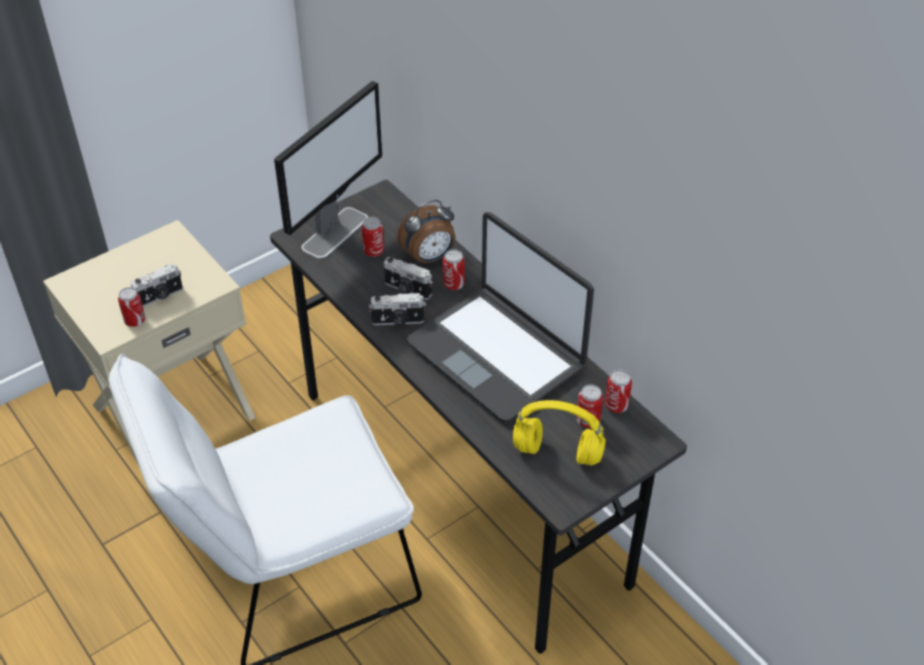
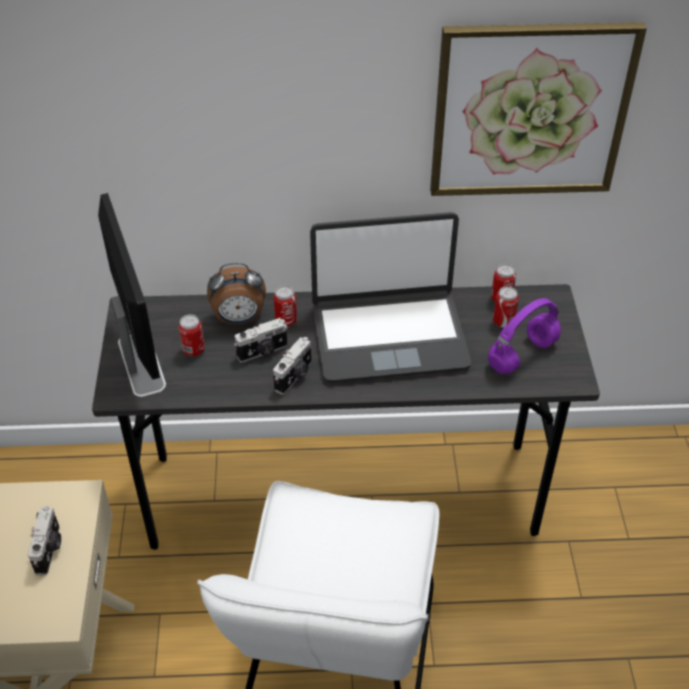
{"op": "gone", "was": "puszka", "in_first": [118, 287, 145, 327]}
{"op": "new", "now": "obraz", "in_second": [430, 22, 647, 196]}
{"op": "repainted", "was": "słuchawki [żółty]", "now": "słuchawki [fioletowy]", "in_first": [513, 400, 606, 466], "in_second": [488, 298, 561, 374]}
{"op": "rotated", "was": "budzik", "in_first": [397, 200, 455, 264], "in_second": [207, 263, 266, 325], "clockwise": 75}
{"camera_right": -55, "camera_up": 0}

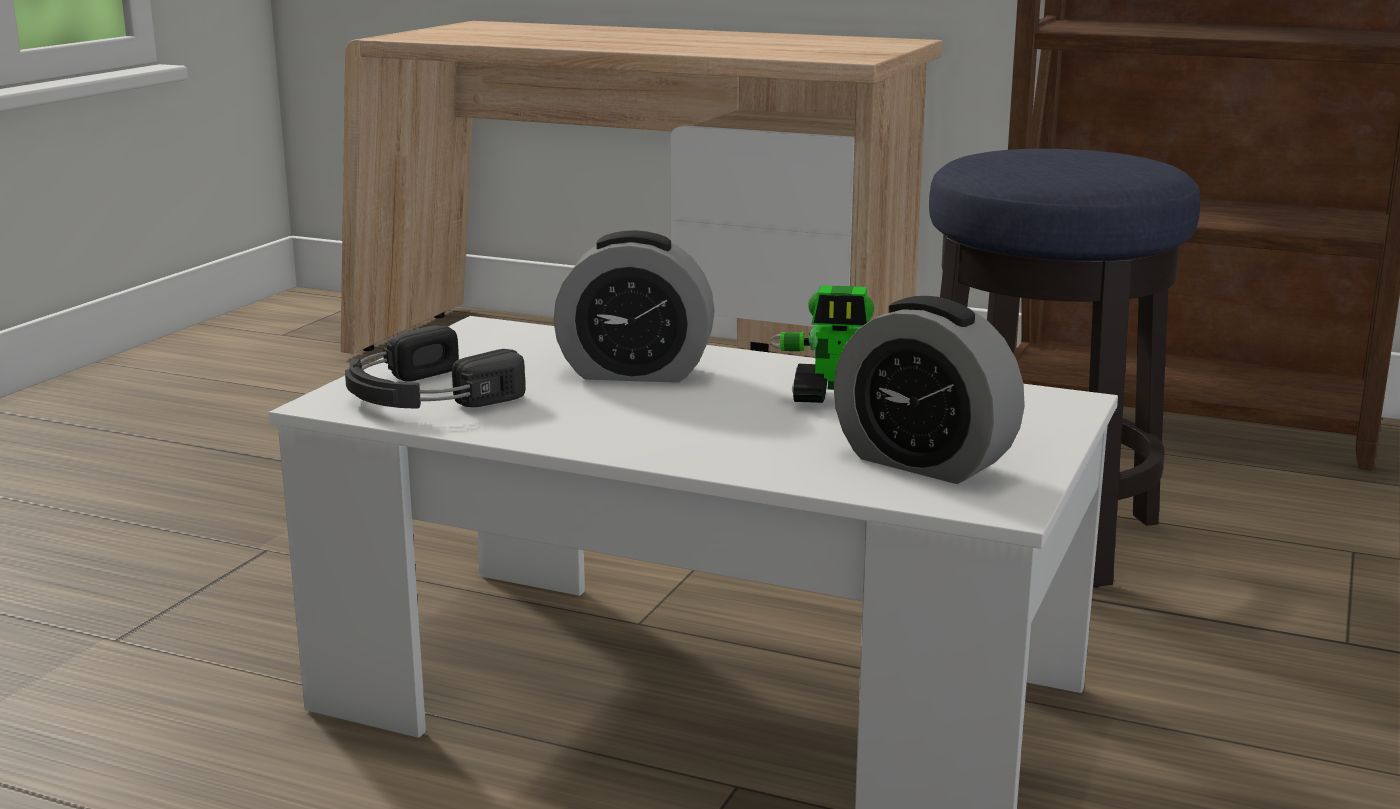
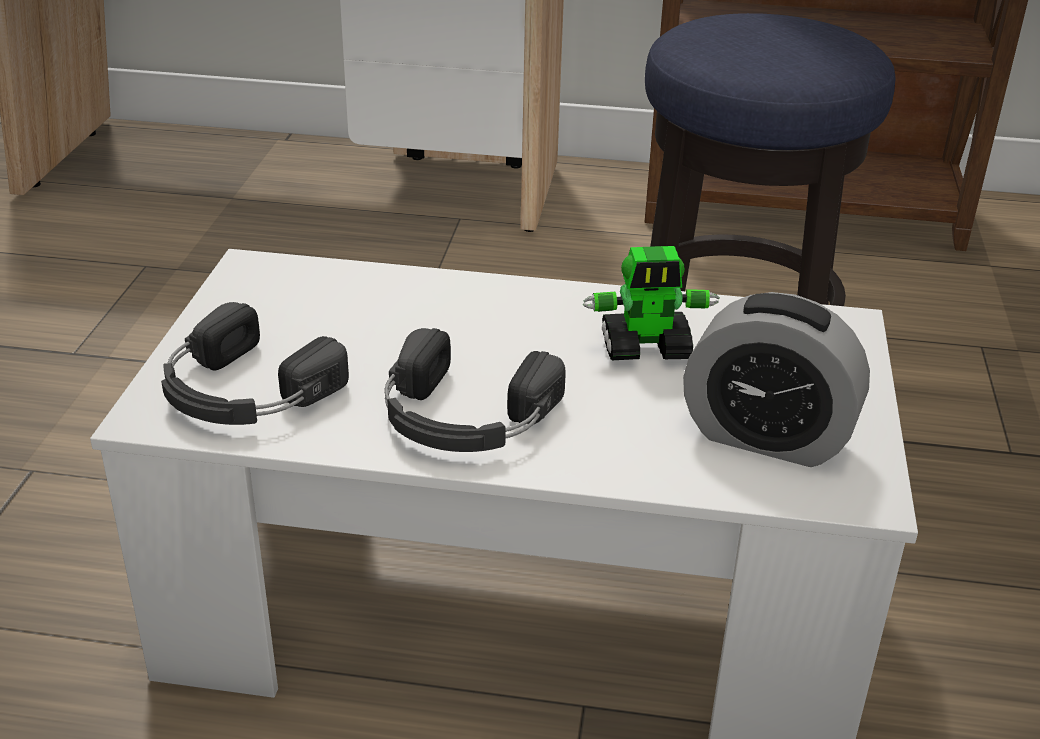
{"op": "gone", "was": "budzik", "in_first": [553, 230, 715, 383]}
{"op": "new", "now": "słuchawki [czarny]", "in_second": [385, 328, 566, 452]}
{"camera_right": -15, "camera_up": 15}

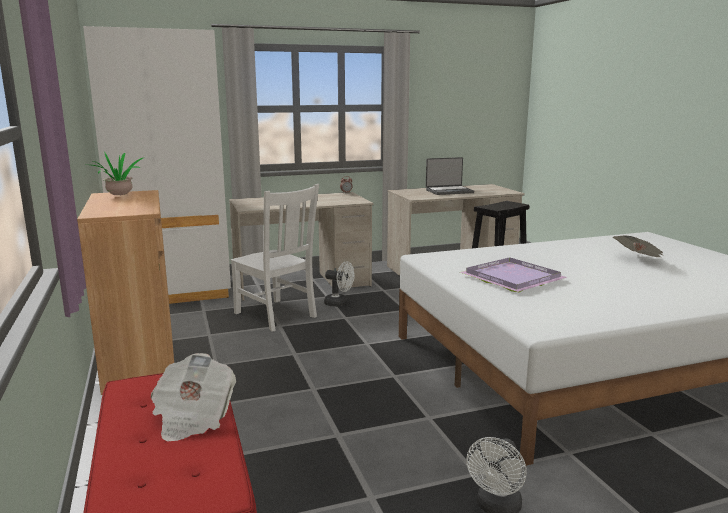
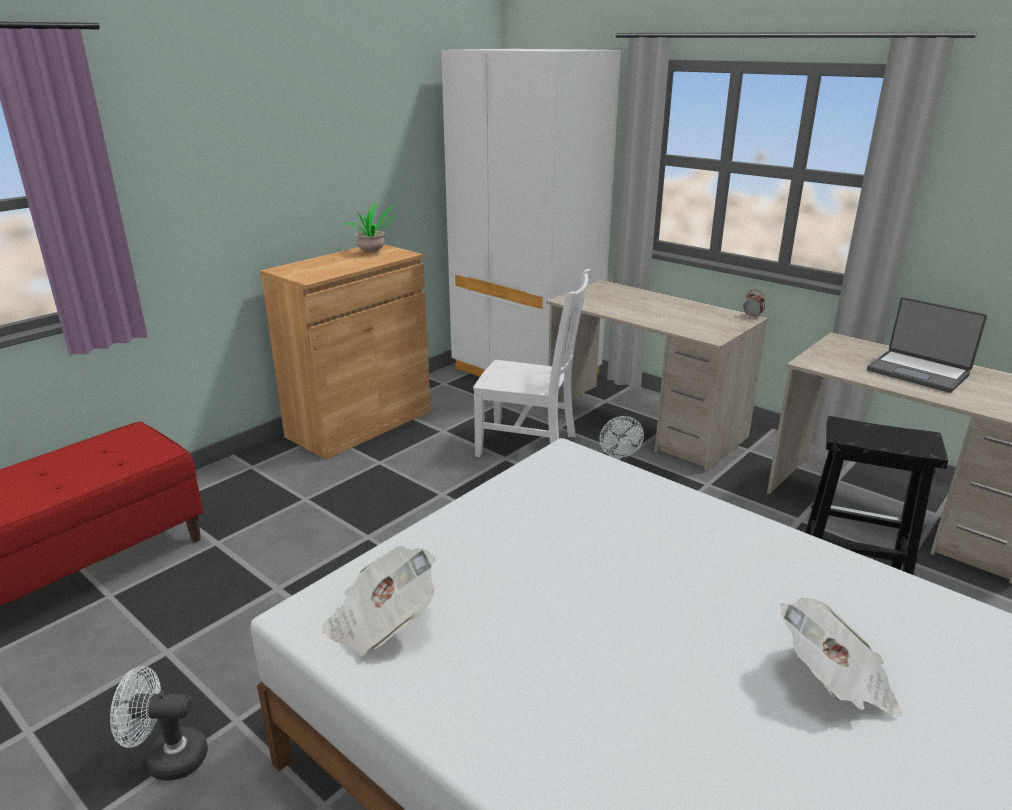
{"op": "gone", "was": "taca [fioletowy]", "in_first": [460, 257, 567, 292]}
{"op": "shifted", "was": "gazeta", "in_first": [151, 353, 236, 441], "in_second": [323, 546, 435, 657]}
{"op": "rotated", "was": "krzesło [biały]", "in_first": [231, 184, 319, 332], "in_second": [473, 269, 590, 457], "clockwise": -90}
{"camera_right": 60, "camera_up": 10}

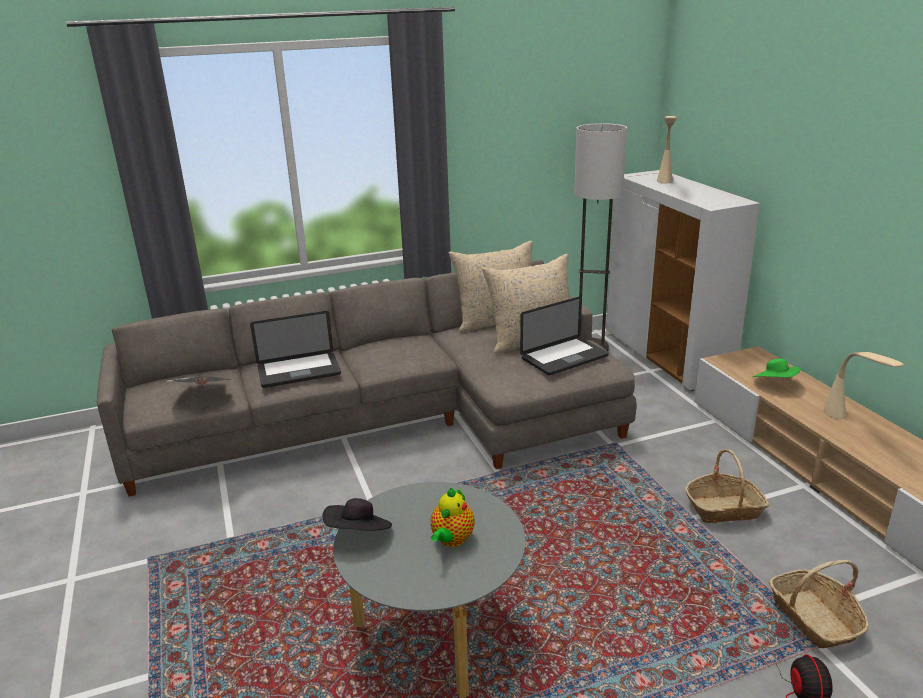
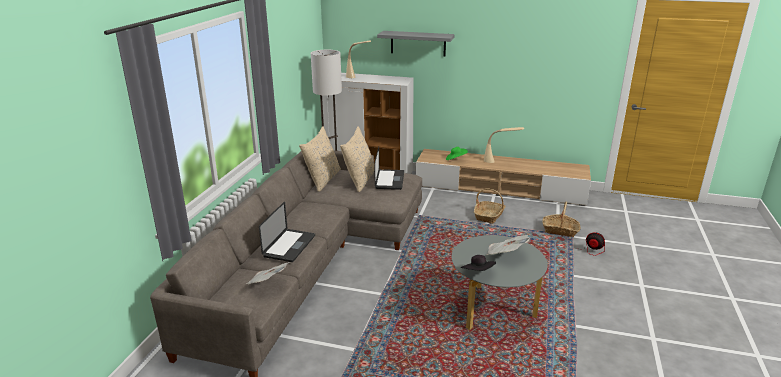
{"op": "new", "now": "półka [szary]", "in_second": [377, 31, 455, 56]}
{"op": "swapped", "was": "imbryk", "now": "gazeta", "in_first": [431, 488, 475, 547], "in_second": [486, 235, 530, 255]}
{"camera_right": -55, "camera_up": 0}

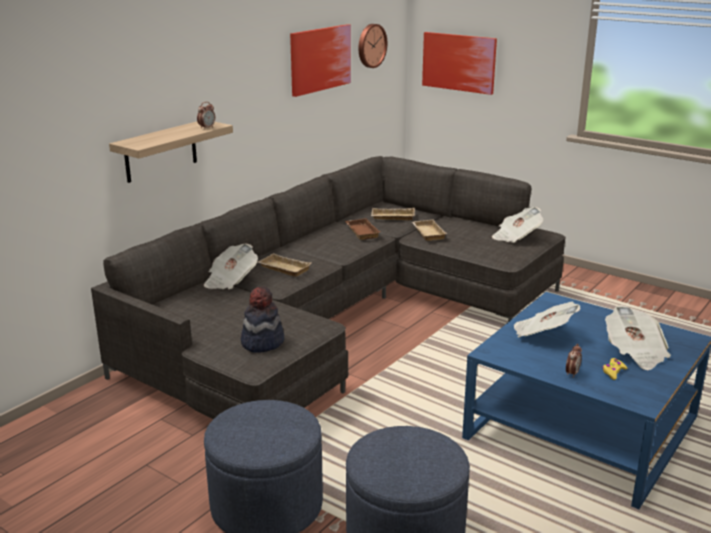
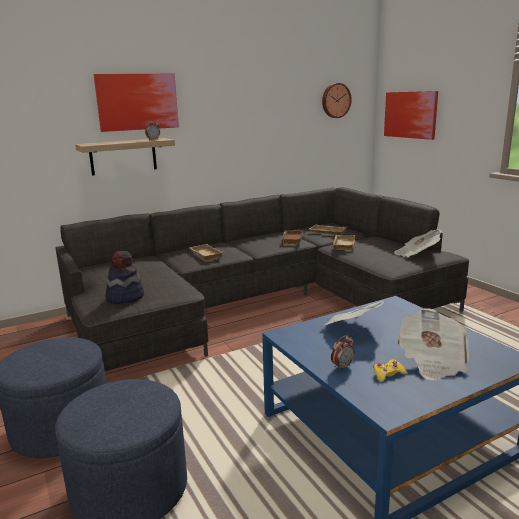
{"op": "gone", "was": "gazeta", "in_first": [204, 244, 258, 289]}
{"op": "shifted", "was": "obraz", "in_first": [290, 24, 351, 97], "in_second": [94, 73, 179, 132]}
{"camera_right": 25, "camera_up": -5}

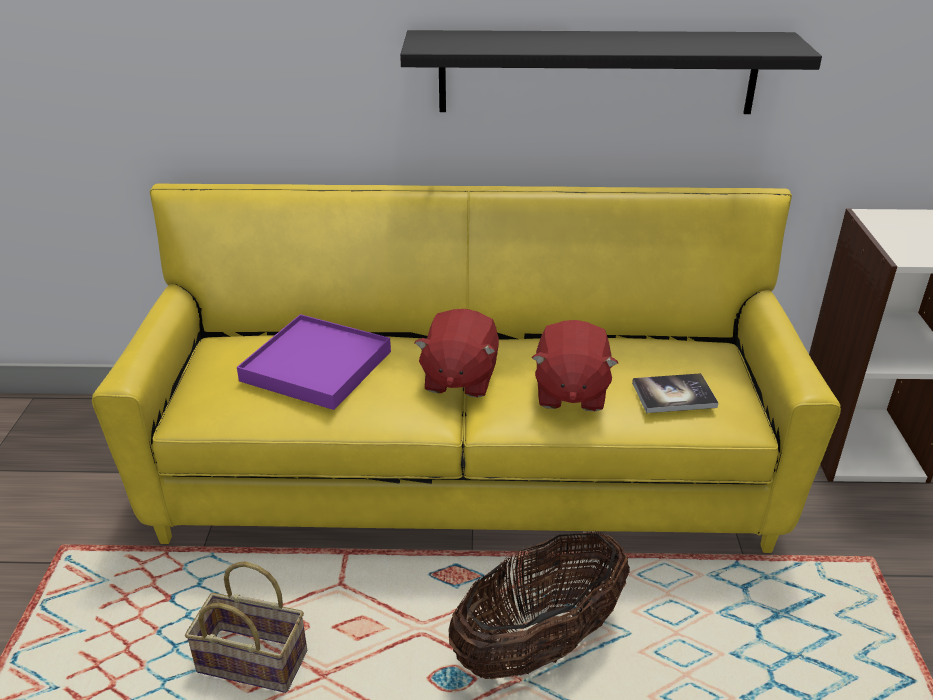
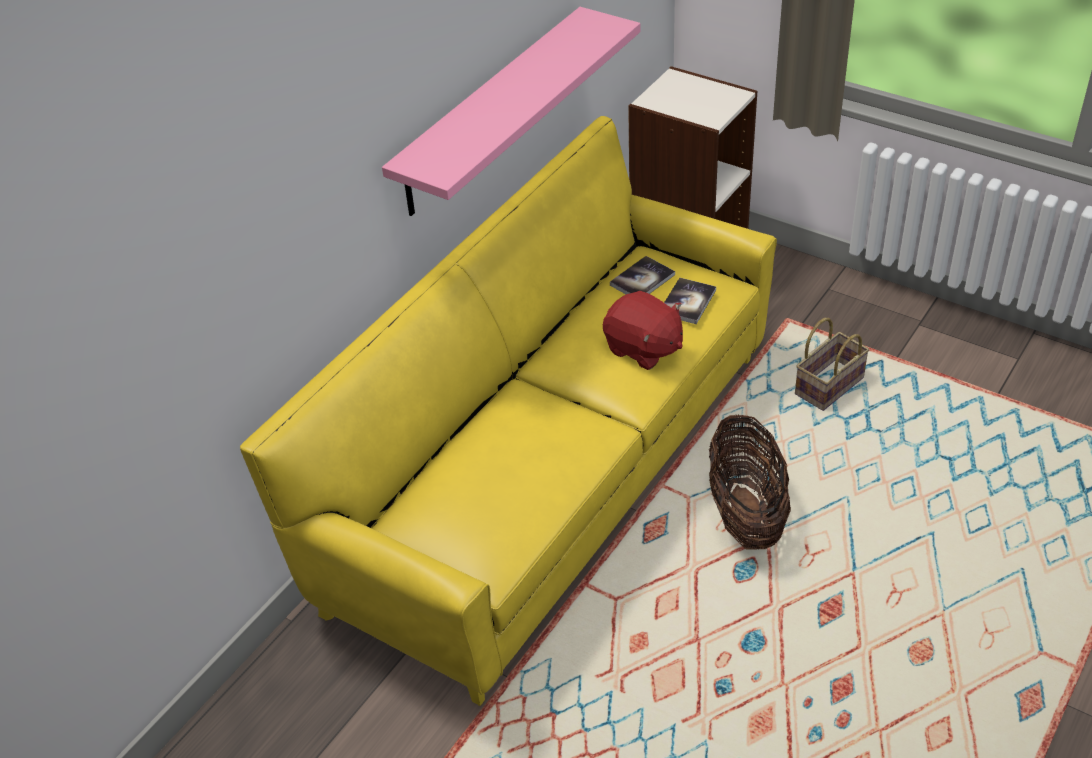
{"op": "gone", "was": "taca [fioletowy]", "in_first": [237, 314, 391, 410]}
{"op": "gone", "was": "pluszak [czerwony]", "in_first": [415, 309, 499, 398]}
{"op": "new", "now": "książka", "in_second": [610, 256, 675, 294]}
{"op": "shifted", "was": "koszyk", "in_first": [185, 562, 307, 693], "in_second": [795, 318, 869, 411]}
{"op": "repainted", "was": "półka [czarny]", "now": "półka [różowy]", "in_first": [400, 30, 822, 114], "in_second": [382, 7, 640, 216]}
{"camera_right": -55, "camera_up": 10}

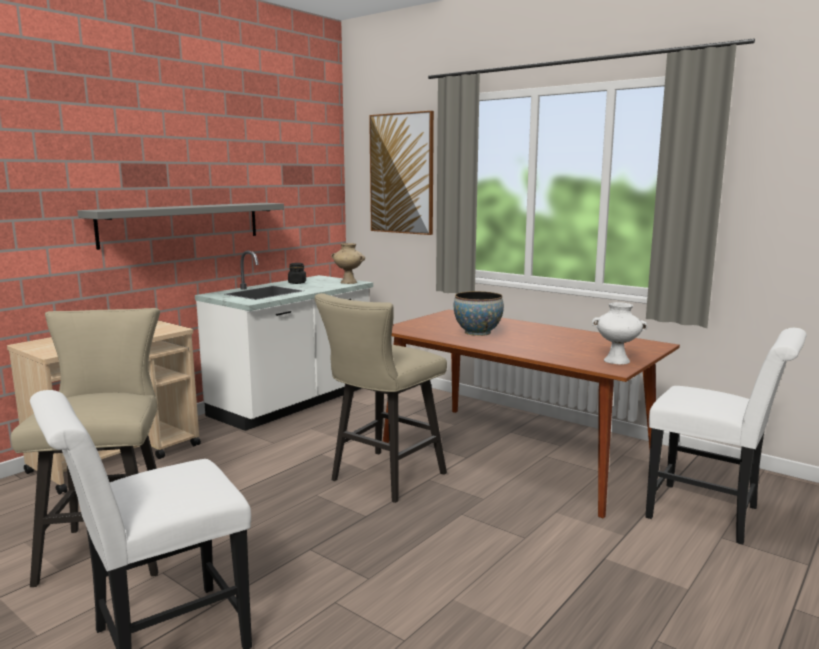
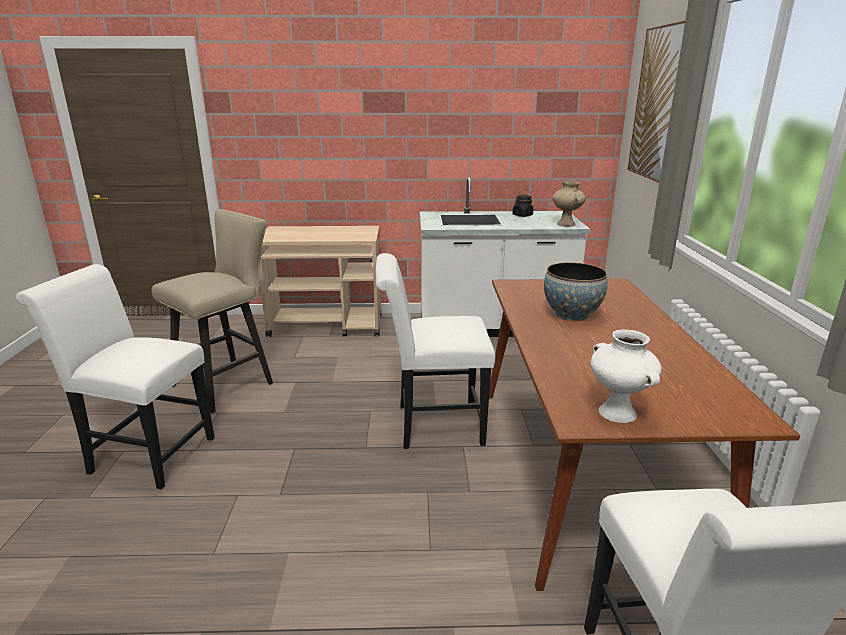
{"op": "gone", "was": "półka [szary]", "in_first": [77, 203, 284, 250]}
{"op": "swapped", "was": "stołek [beżowy]", "now": "krzesło [biały]", "in_first": [315, 293, 447, 503], "in_second": [376, 253, 495, 449]}
{"camera_right": 50, "camera_up": 10}

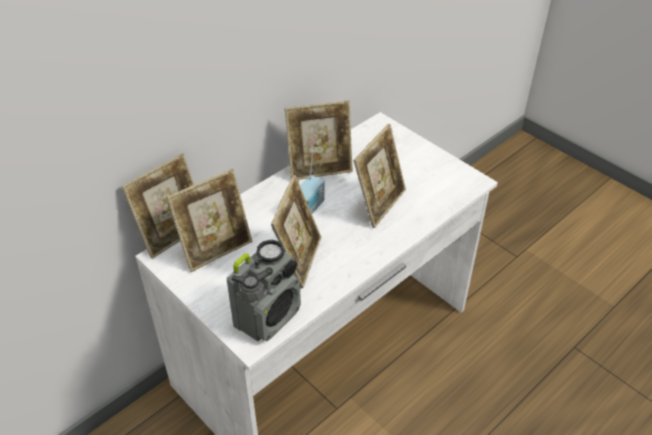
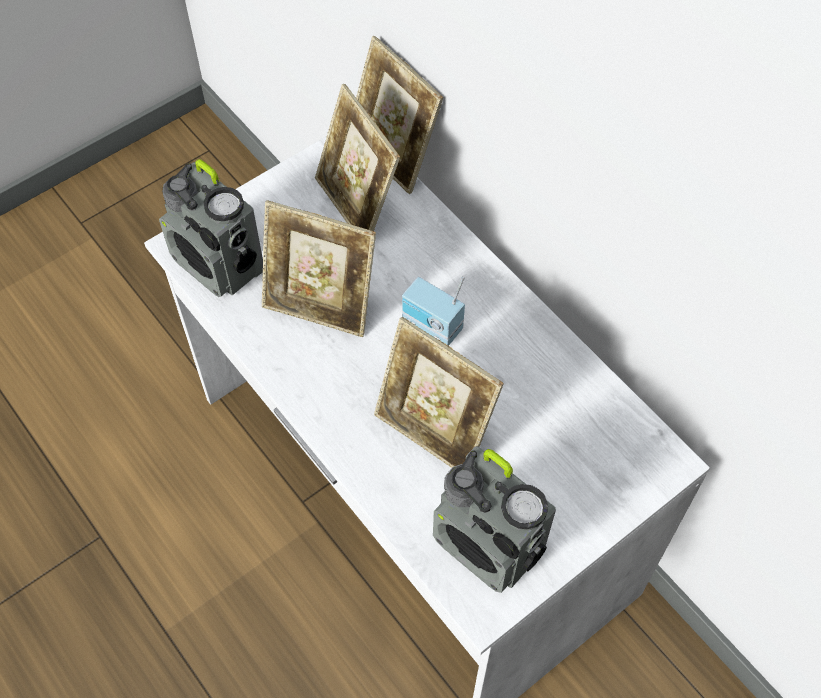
{"op": "gone", "was": "ramka na zdjęcie", "in_first": [285, 100, 353, 180]}
{"op": "new", "now": "radio", "in_second": [433, 446, 556, 593]}
{"camera_right": 95, "camera_up": 15}

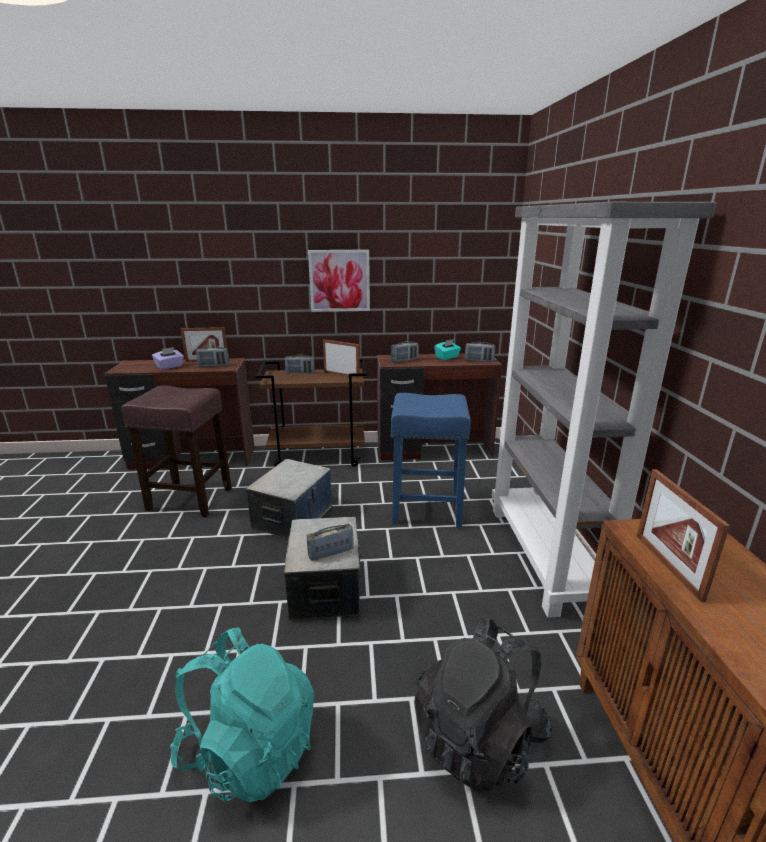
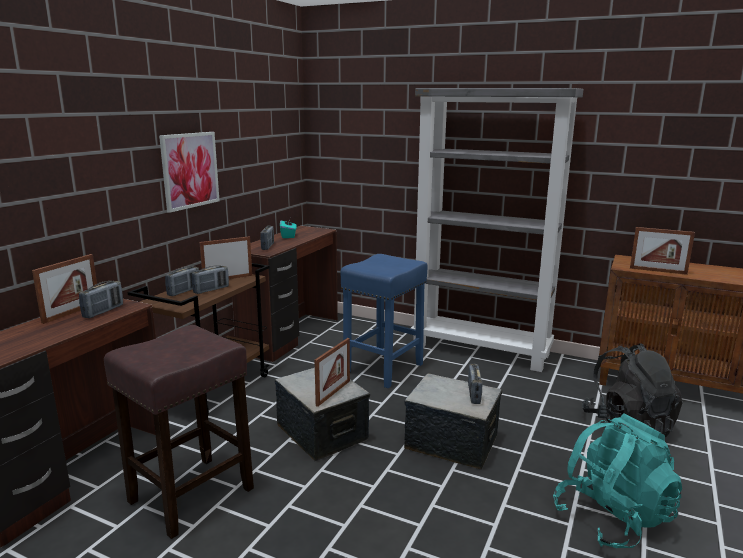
{"op": "gone", "was": "pudełko chusteczek [fioletowy]", "in_first": [152, 347, 184, 370]}
{"op": "new", "now": "ramka na zdjęcie", "in_second": [315, 338, 350, 407]}
{"op": "shifted", "was": "radio", "in_first": [465, 342, 495, 362], "in_second": [192, 265, 229, 294]}
{"camera_right": -60, "camera_up": -5}

